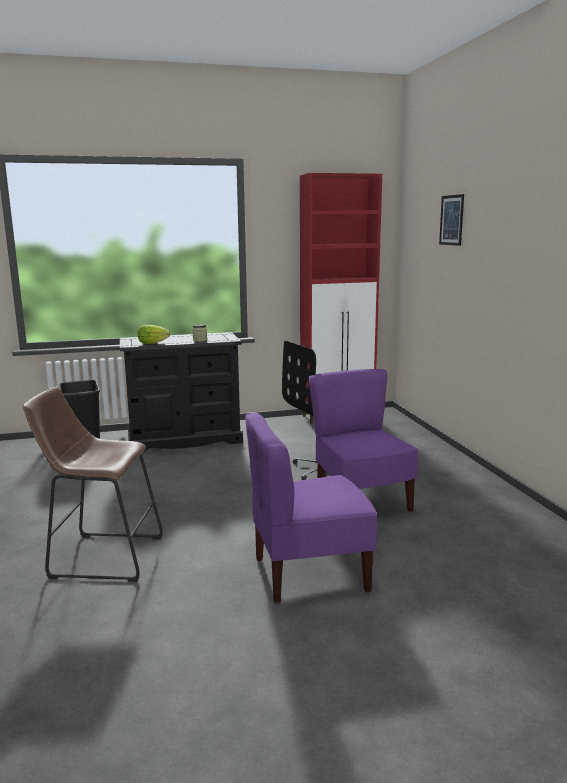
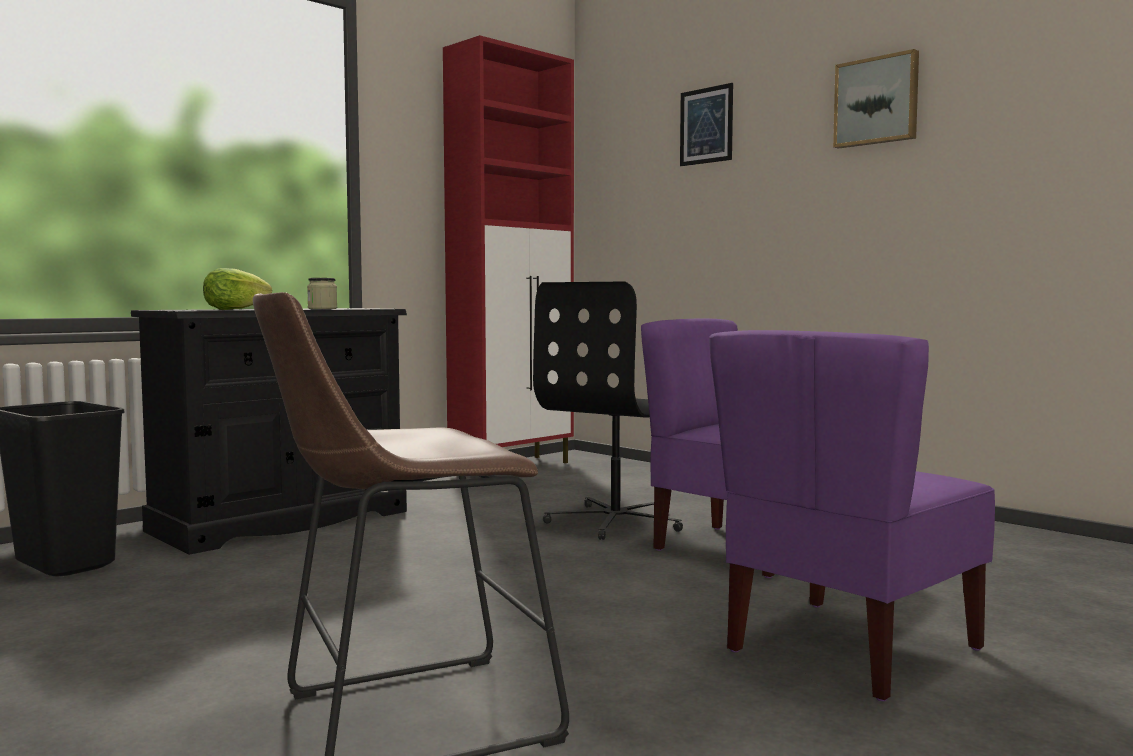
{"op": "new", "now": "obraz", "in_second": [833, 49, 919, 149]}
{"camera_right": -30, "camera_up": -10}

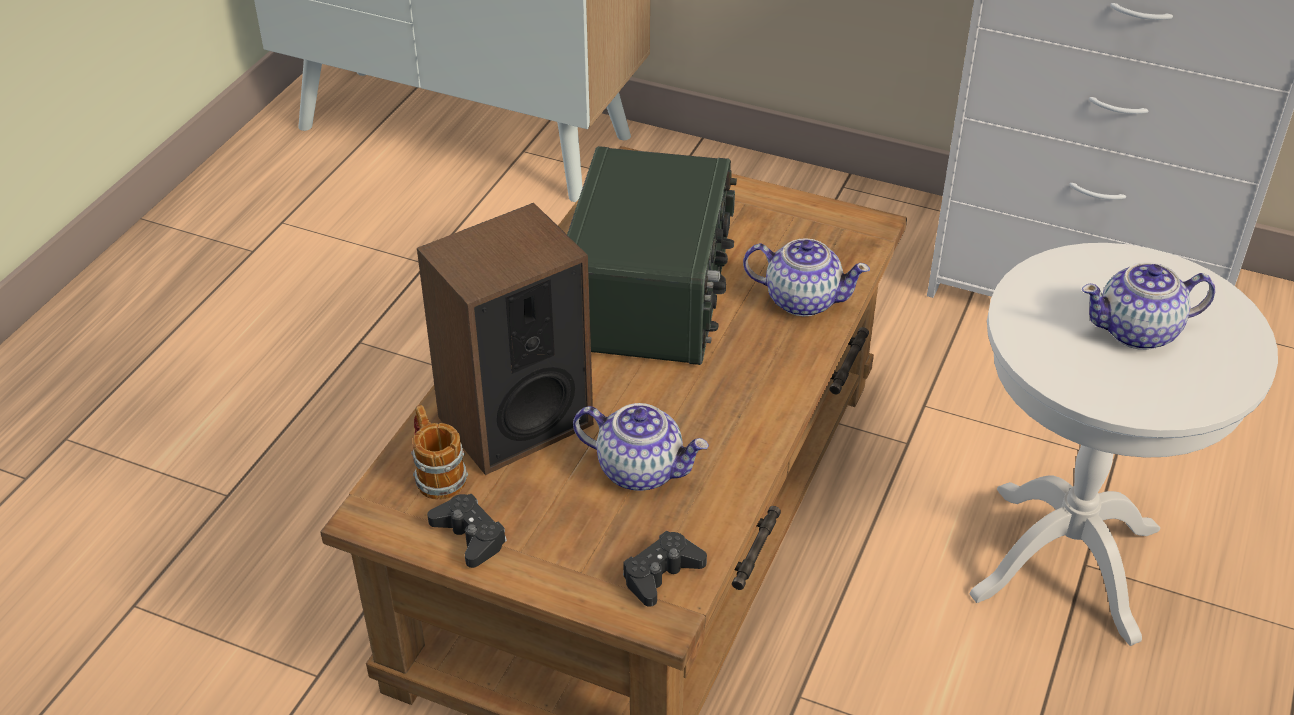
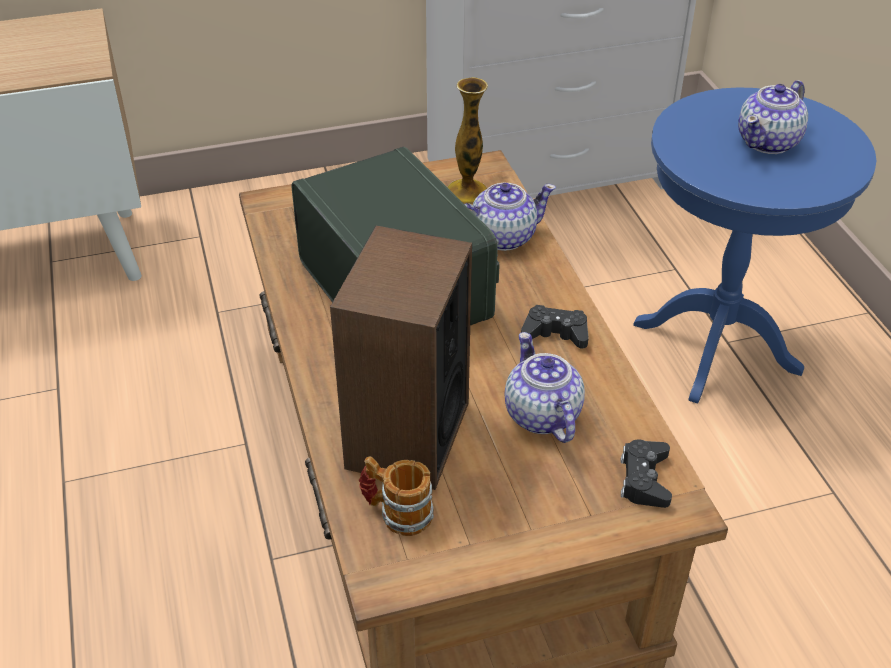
{"op": "new", "now": "wazon", "in_second": [447, 77, 488, 204]}
{"op": "shifted", "was": "pad do gier [czarny]", "in_first": [427, 494, 507, 568], "in_second": [521, 305, 589, 349]}
{"op": "repainted", "was": "stolik [biały]", "now": "stolik [niebieski]", "in_first": [970, 243, 1278, 646], "in_second": [633, 87, 876, 404]}
{"op": "rotated", "was": "imbryk", "in_first": [573, 403, 709, 491], "in_second": [505, 332, 585, 443], "clockwise": -90}
{"camera_right": -40, "camera_up": 0}

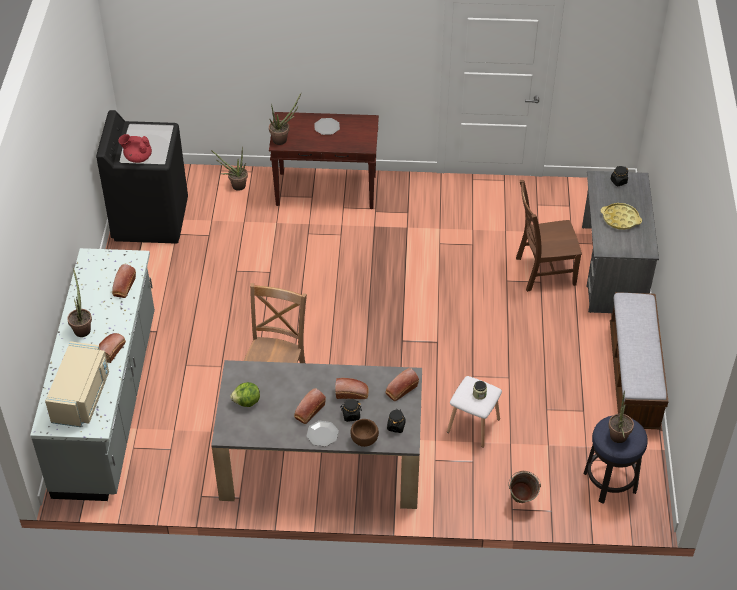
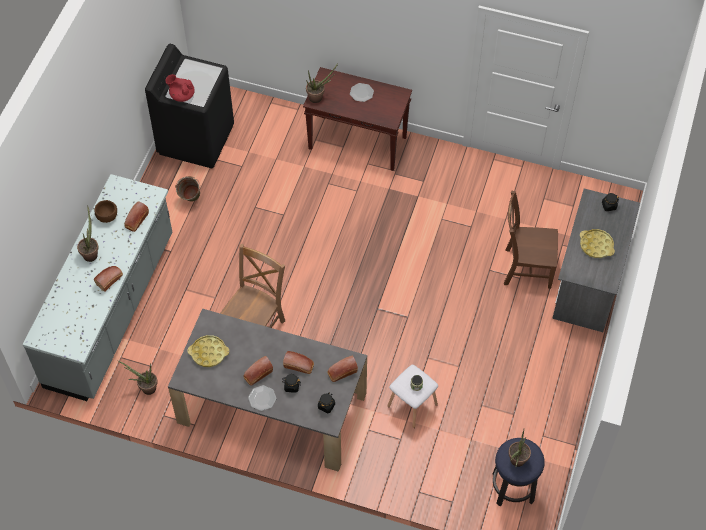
{"op": "gone", "was": "mikrofalówka [beżowy]", "in_first": [45, 341, 109, 427]}
{"op": "gone", "was": "ławka", "in_first": [610, 292, 668, 430]}
{"op": "shifted", "was": "roślina doniczkowa", "in_first": [211, 148, 248, 191], "in_second": [117, 360, 158, 395]}
{"op": "shifted", "was": "miska [brązowy]", "in_first": [350, 419, 379, 447], "in_second": [94, 200, 117, 223]}
{"op": "shifted", "was": "wiadro [zielony]", "in_first": [509, 471, 541, 503], "in_second": [175, 176, 200, 202]}
{"op": "swapped", "was": "sałata", "now": "taca [żółty]", "in_first": [230, 382, 260, 407], "in_second": [188, 335, 229, 367]}
{"camera_right": 15, "camera_up": 10}

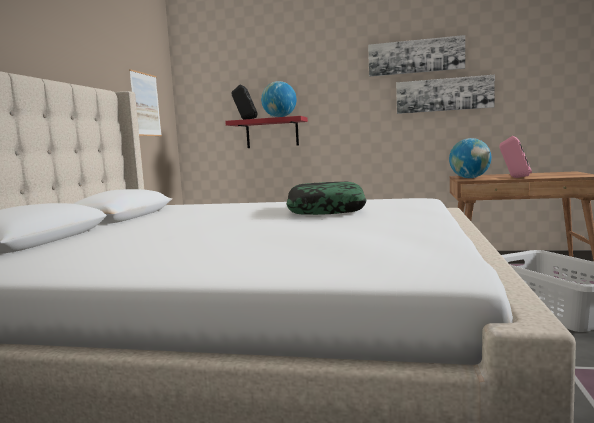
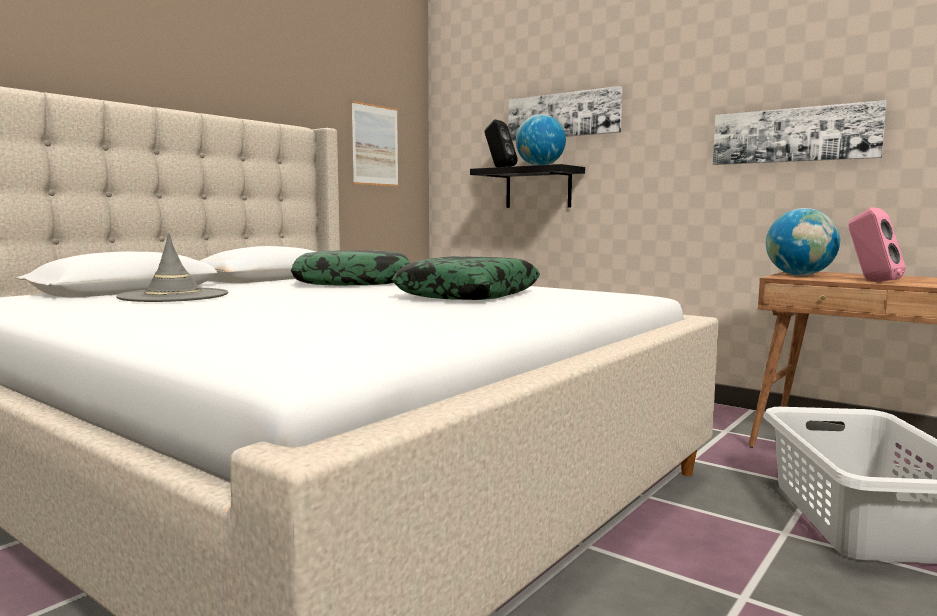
{"op": "new", "now": "kapelusz [szary]", "in_second": [116, 233, 228, 302]}
{"op": "new", "now": "poduszka", "in_second": [291, 250, 410, 285]}
{"op": "shifted", "was": "obraz", "in_first": [368, 35, 465, 77], "in_second": [508, 86, 623, 141]}
{"op": "repainted", "was": "półka [czerwony]", "now": "półka [czarny]", "in_first": [225, 116, 308, 148], "in_second": [470, 164, 585, 208]}
{"camera_right": 25, "camera_up": 0}

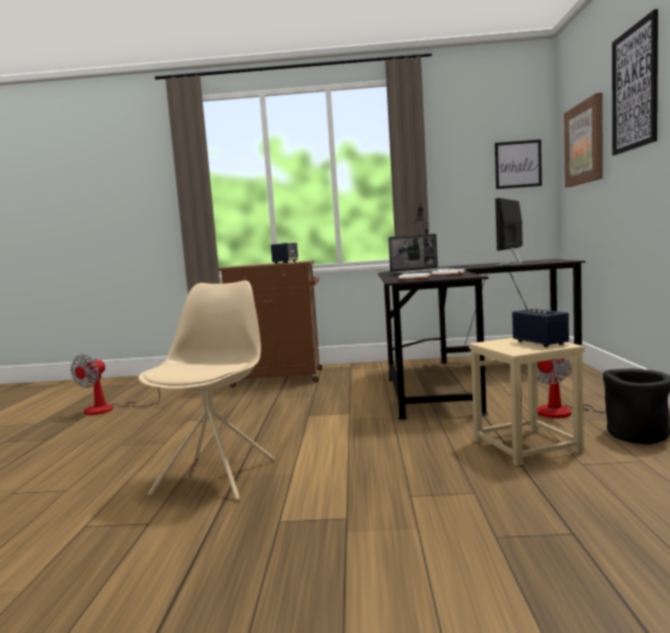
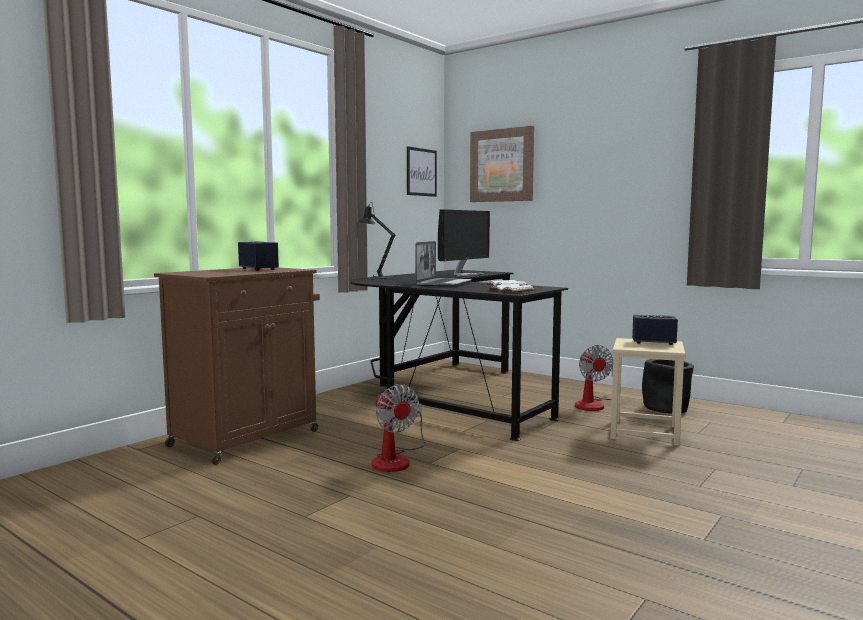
{"op": "gone", "was": "krzesło [beżowy]", "in_first": [138, 280, 275, 501]}
{"op": "gone", "was": "obraz", "in_first": [612, 9, 658, 156]}
{"op": "shifted", "was": "wentylator", "in_first": [70, 354, 160, 415], "in_second": [372, 384, 425, 472]}
{"op": "rotated", "was": "monitor", "in_first": [495, 198, 523, 266], "in_second": [438, 209, 490, 277], "clockwise": -120}
{"camera_right": -55, "camera_up": 0}

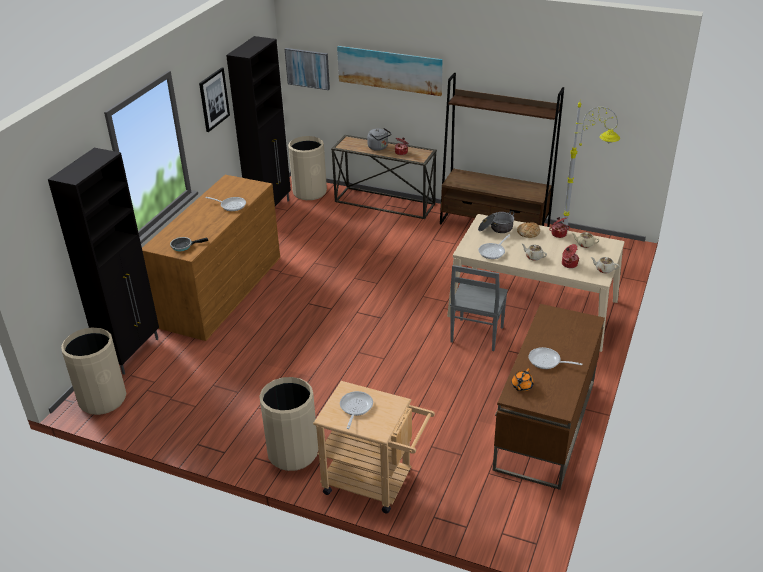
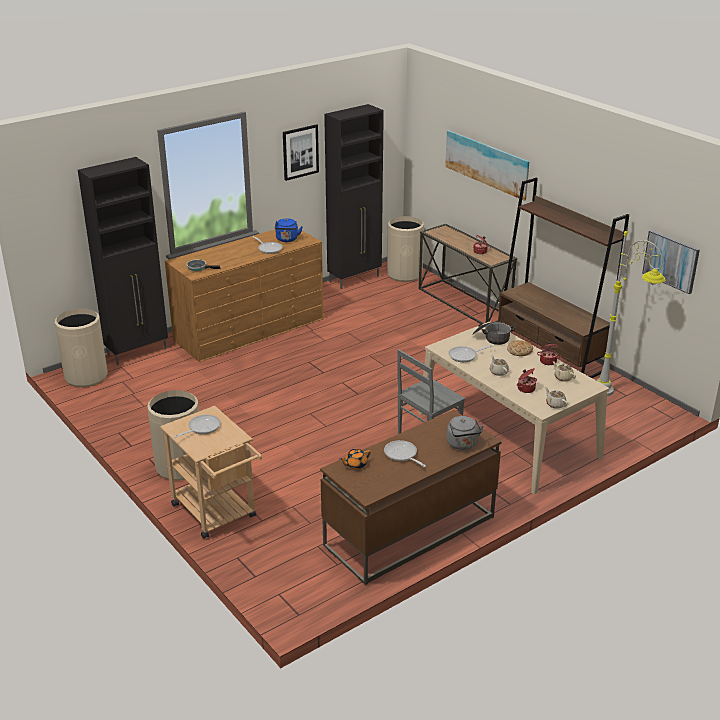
{"op": "new", "now": "czajnik [niebieski]", "in_second": [275, 218, 303, 242]}
{"op": "shifted", "was": "obraz", "in_first": [285, 48, 330, 90], "in_second": [642, 230, 700, 294]}
{"op": "shifted", "was": "czajnik [szary]", "in_first": [367, 128, 392, 151], "in_second": [447, 416, 484, 450]}
{"camera_right": 30, "camera_up": -5}

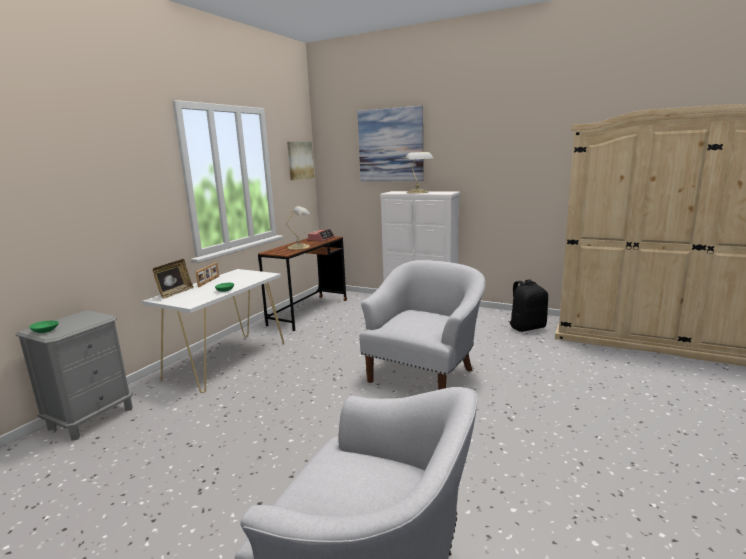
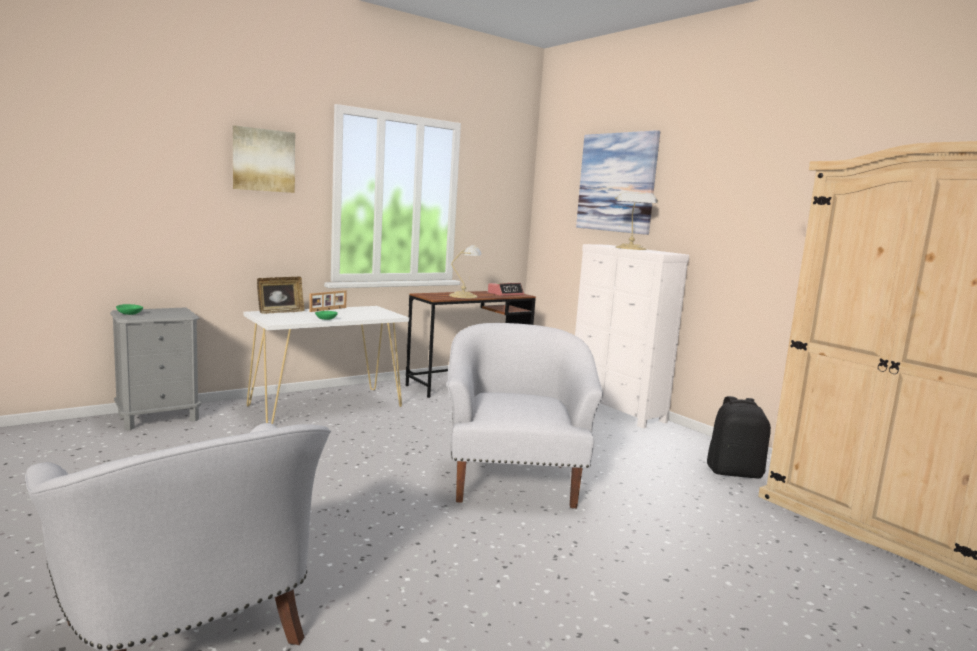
{"op": "shifted", "was": "obraz", "in_first": [287, 142, 314, 180], "in_second": [233, 125, 295, 193]}
{"op": "rotated", "was": "fotel [biały]", "in_first": [359, 260, 485, 390], "in_second": [447, 323, 603, 508], "clockwise": -60}
{"camera_right": 25, "camera_up": -5}

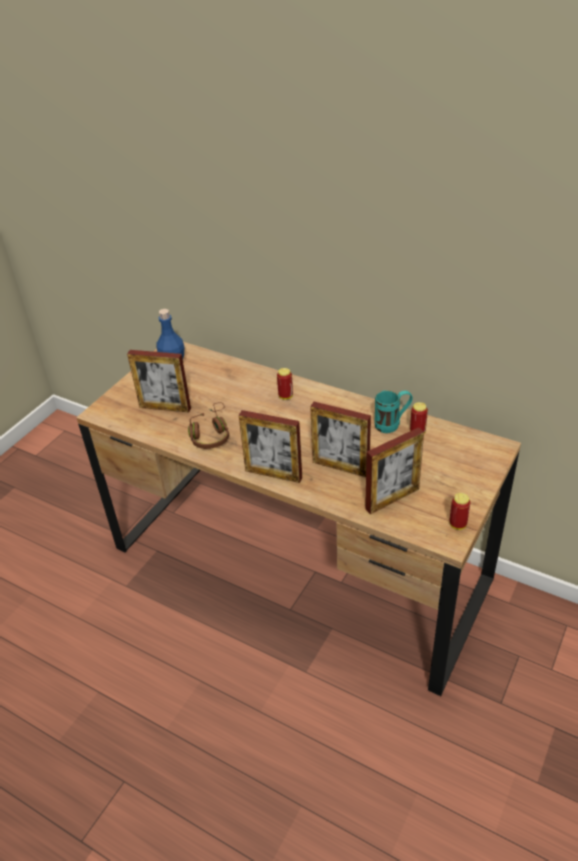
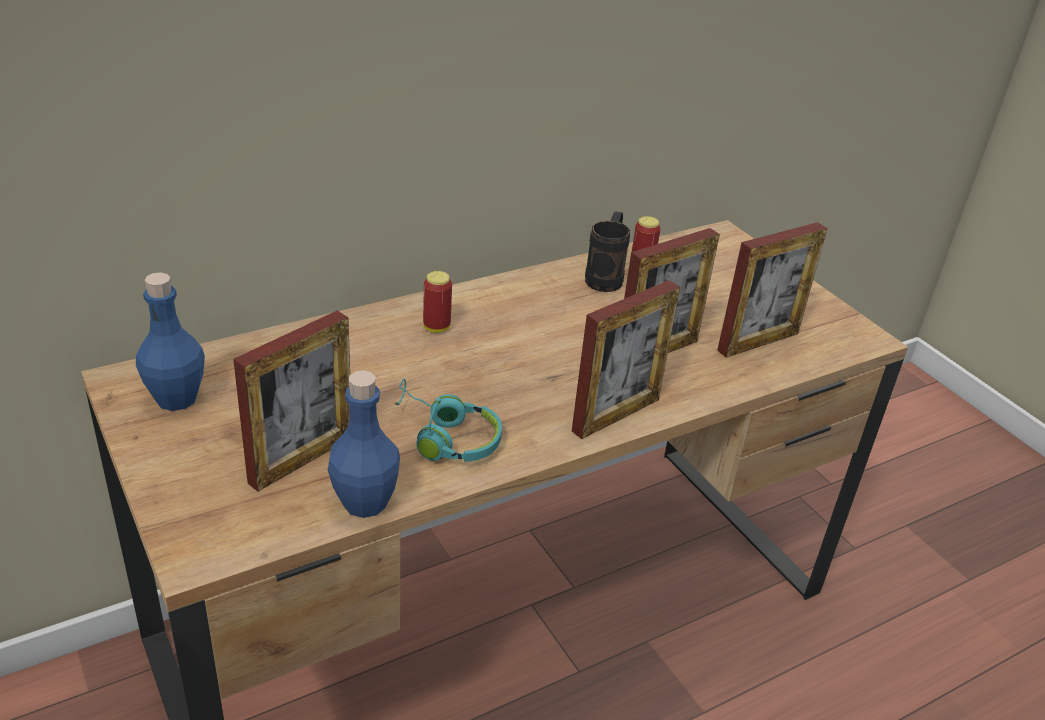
{"op": "gone", "was": "puszka", "in_first": [449, 493, 470, 530]}
{"op": "new", "now": "butelka [niebieski]", "in_second": [328, 370, 400, 518]}
{"op": "repainted", "was": "słuchawki [brązowy]", "now": "słuchawki [turkusowy]", "in_first": [188, 402, 229, 449], "in_second": [395, 379, 502, 462]}
{"op": "repainted", "was": "kubek [turkusowy]", "now": "kubek [czarny]", "in_first": [374, 390, 413, 433], "in_second": [585, 211, 630, 292]}
{"op": "rotated", "was": "ramka na zdjęcie", "in_first": [365, 427, 424, 514], "in_second": [717, 222, 828, 357], "clockwise": 60}
{"camera_right": -65, "camera_up": -5}

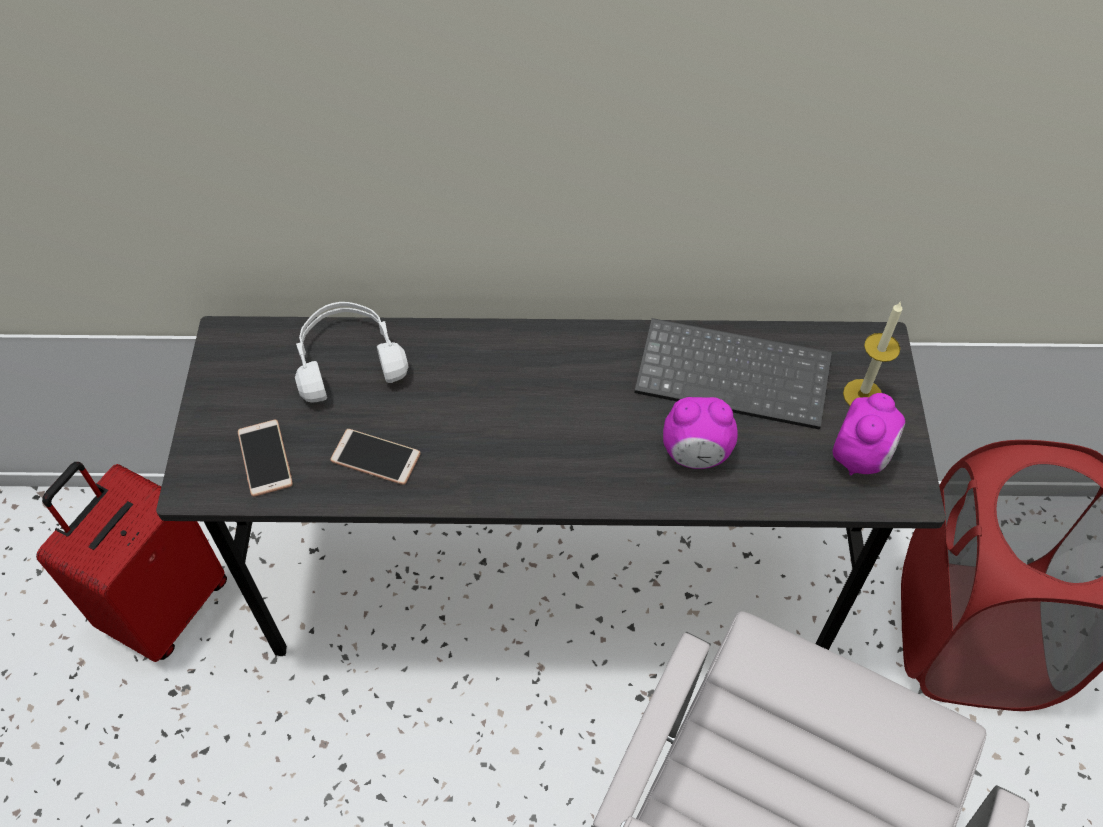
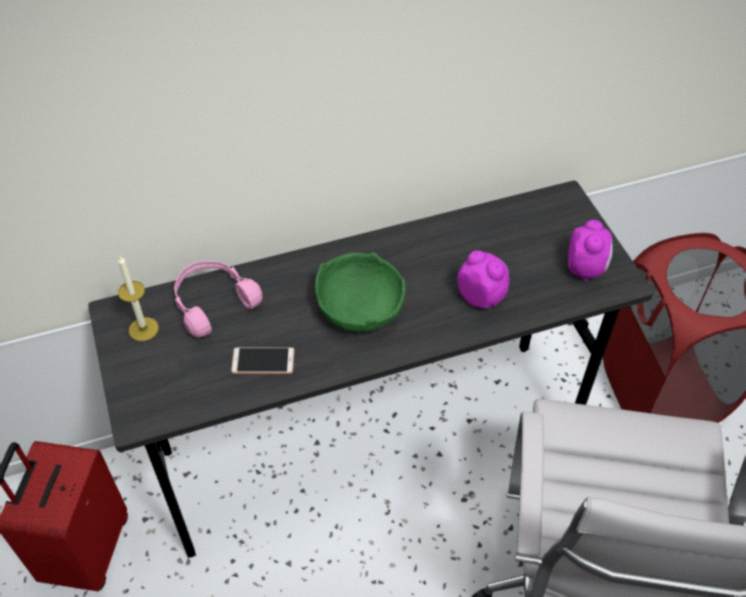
{"op": "gone", "was": "telefon", "in_first": [238, 420, 293, 497]}
{"op": "gone", "was": "klawiatura", "in_first": [635, 318, 832, 430]}
{"op": "new", "now": "miska [zielony]", "in_second": [315, 252, 405, 332]}
{"op": "shifted", "was": "świeca", "in_first": [843, 301, 902, 406], "in_second": [118, 256, 159, 341]}
{"op": "repainted", "was": "słuchawki [biały]", "now": "słuchawki [różowy]", "in_first": [295, 302, 408, 403], "in_second": [174, 261, 262, 338]}
{"op": "rotated", "was": "budzik", "in_first": [663, 397, 738, 469], "in_second": [457, 250, 509, 308], "clockwise": -120}
{"camera_right": -20, "camera_up": -5}

